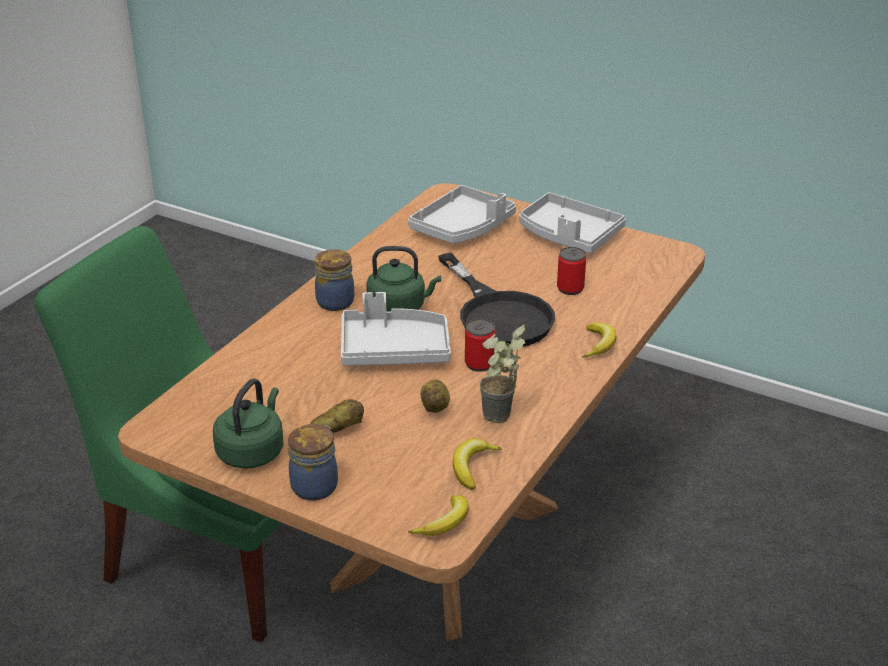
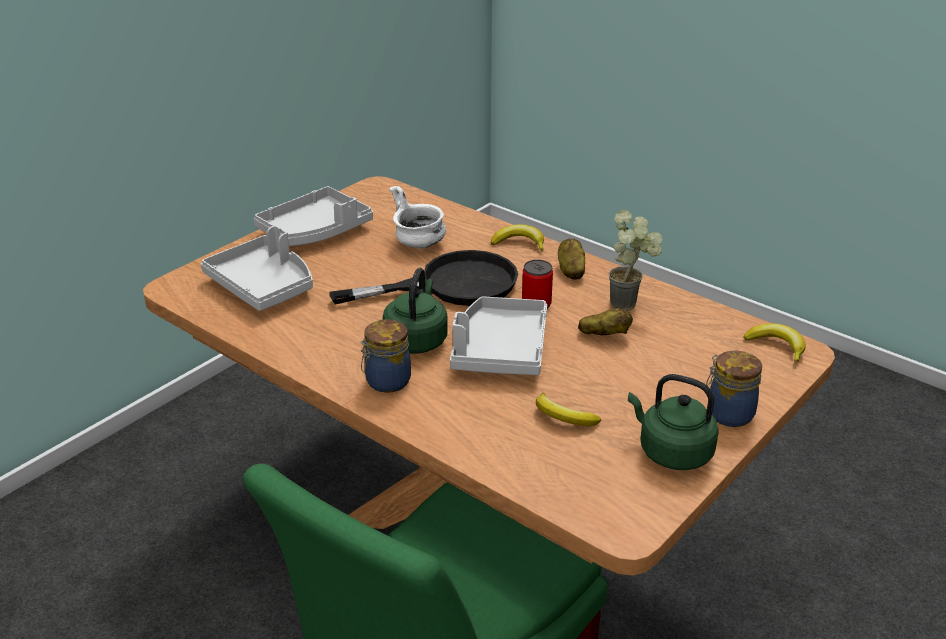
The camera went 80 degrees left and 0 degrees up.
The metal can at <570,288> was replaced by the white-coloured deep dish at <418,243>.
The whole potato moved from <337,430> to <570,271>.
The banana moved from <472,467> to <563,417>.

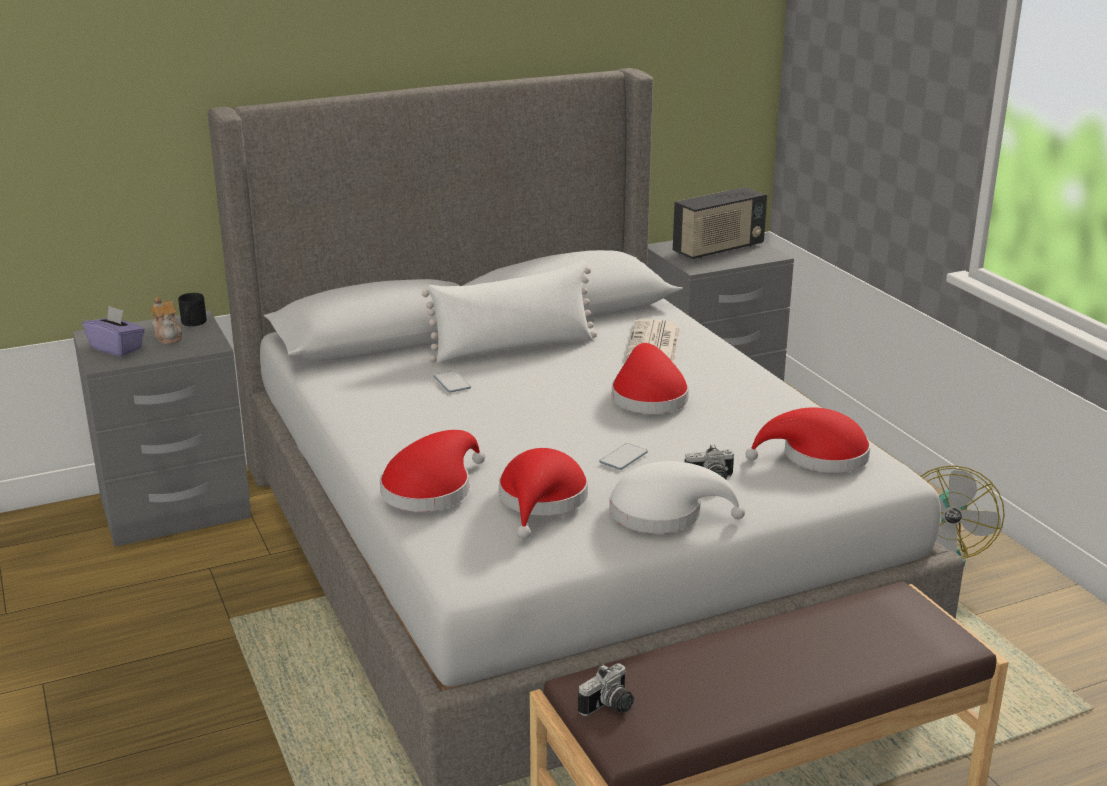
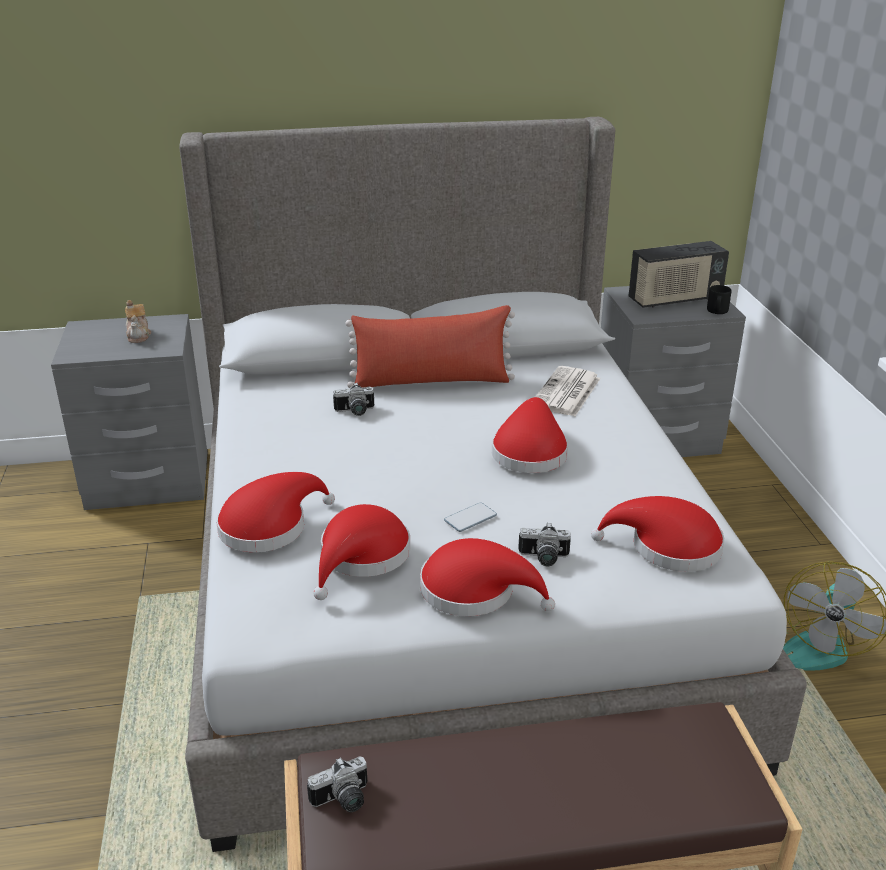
The camera went 15 degrees right and 5 degrees up.
The white-coloured throw pillow at <513,348> became the reddish throw pillow at <431,381>.
The black tea mug moved from <193,323> to <717,311>.
The purple tissue box at <117,348> disappeared.
The telephone at <452,383> was replaced by the still camera at <355,412>.
The white-coloured wearable hat at <663,513> became the reddish wearable hat at <475,591>.

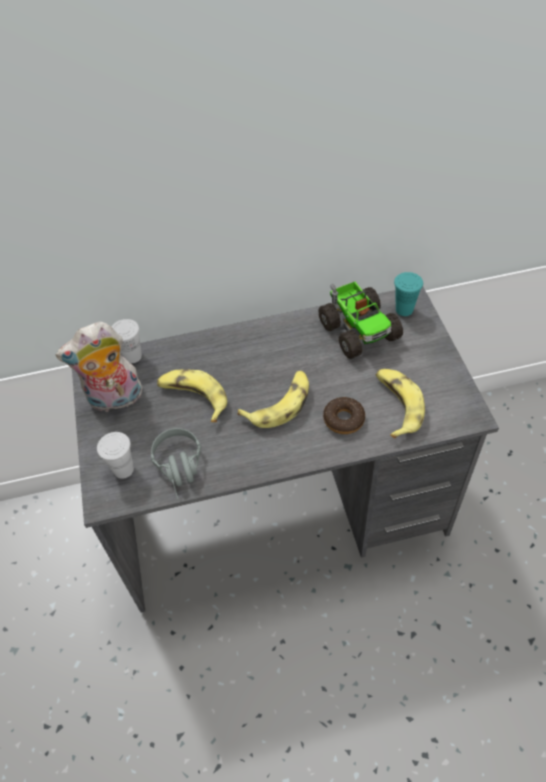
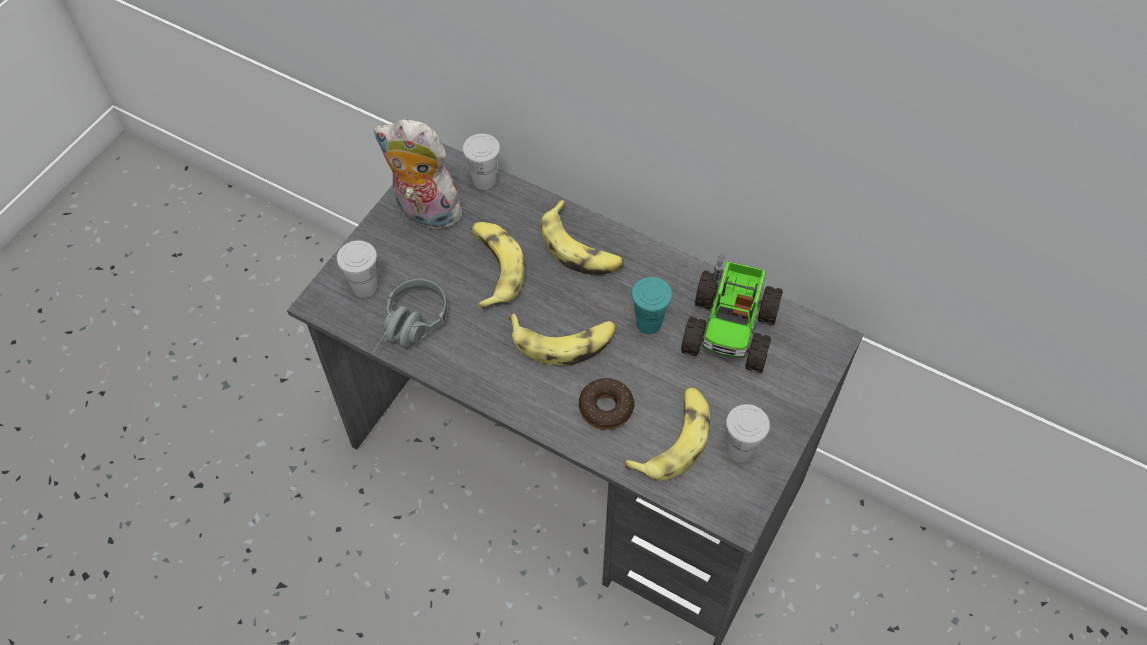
The camera went 40 degrees right and 5 degrees up.
The turquoise cup moved from <404,309> to <648,323>.
The banana at <581,248> appeared.
The white-coloured cup at <740,450> appeared.

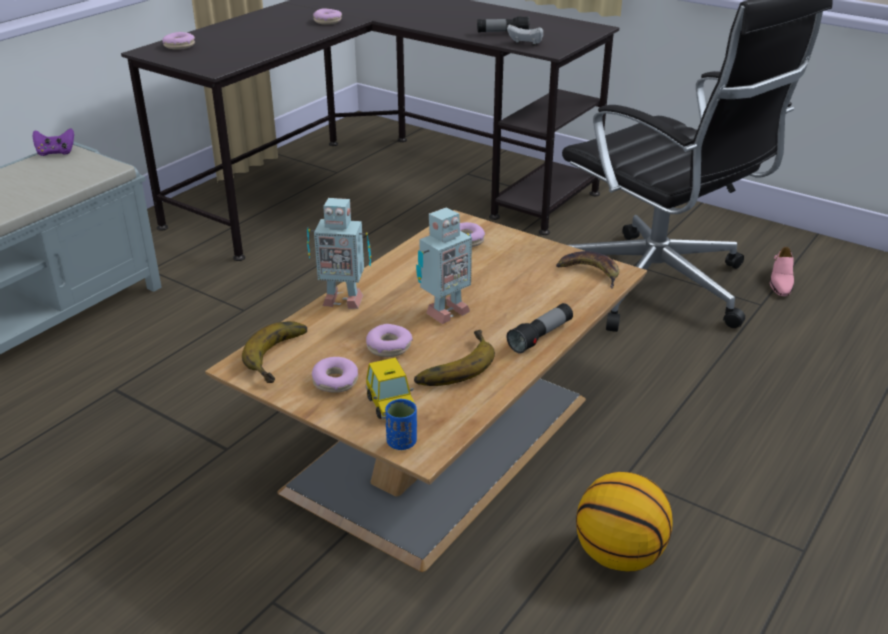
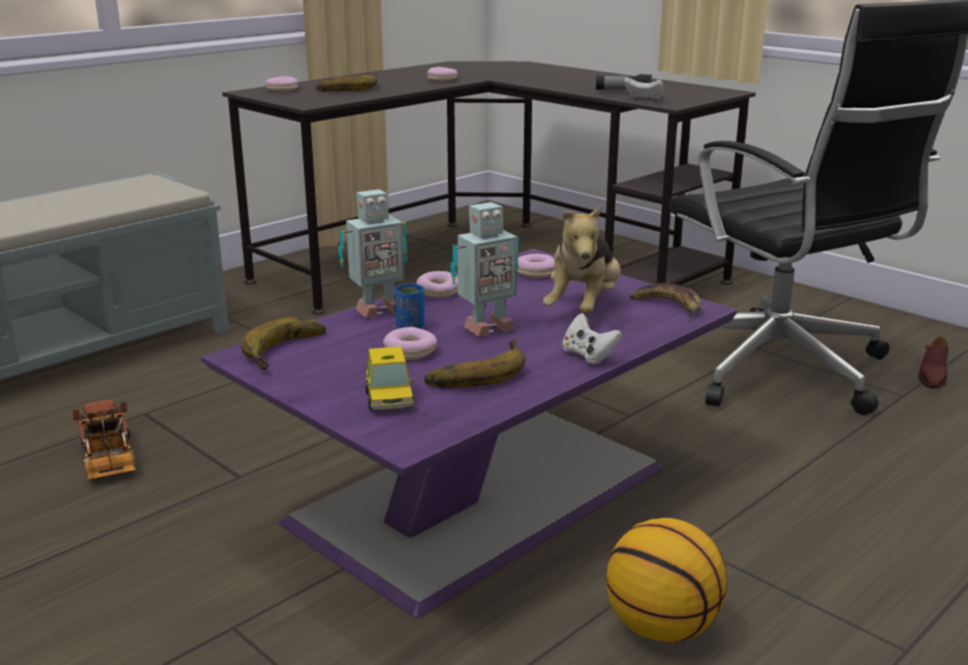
The camera went 10 degrees right and 10 degrees down.
The purple game controller at <56,153> disappeared.
The toy robot at <342,299> turned 45 degrees counterclockwise.
The brownish low table at <444,439> became the purple low table at <484,490>.
The pink low shoe at <780,282> became the brownish low shoe at <932,376>.
The hand torch at <540,336> was replaced by the white-coloured game controller at <588,356>.
The donut moved from <335,381> to <438,292>.
The bluish cup moved from <401,442> to <410,327>.
The banana at <348,88> appeared.
The soft toy at <584,307> appeared.
The toy truck at <109,463> appeared.

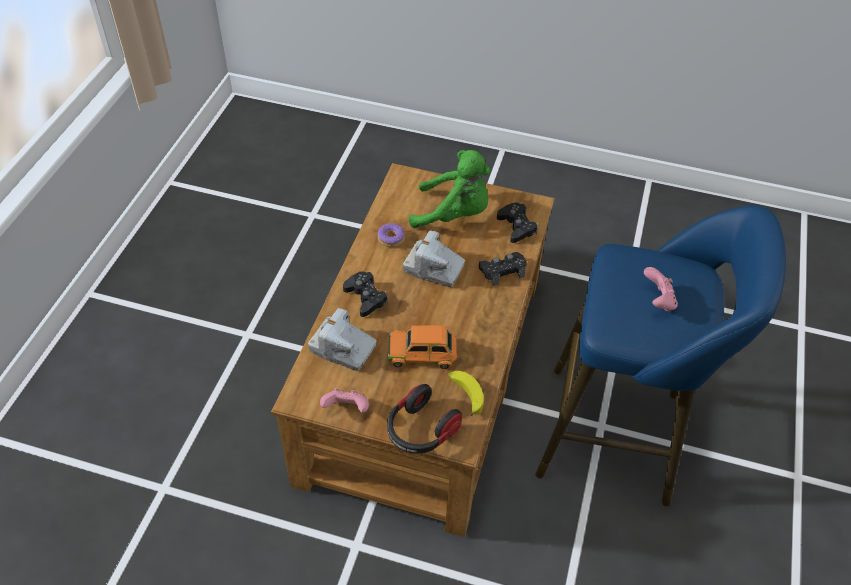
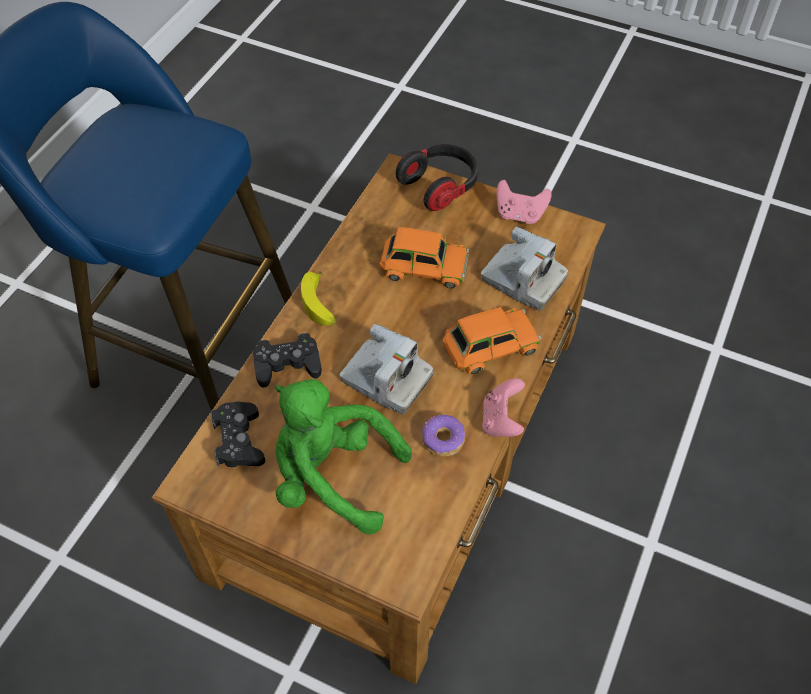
The camera went 170 degrees left and 5 degrees up.
The pink game controller moved from <658,300> to <501,420>.
The black game controller at <365,297> was replaced by the orange miniature car at <489,345>.
The banana moved from <465,395> to <320,305>.

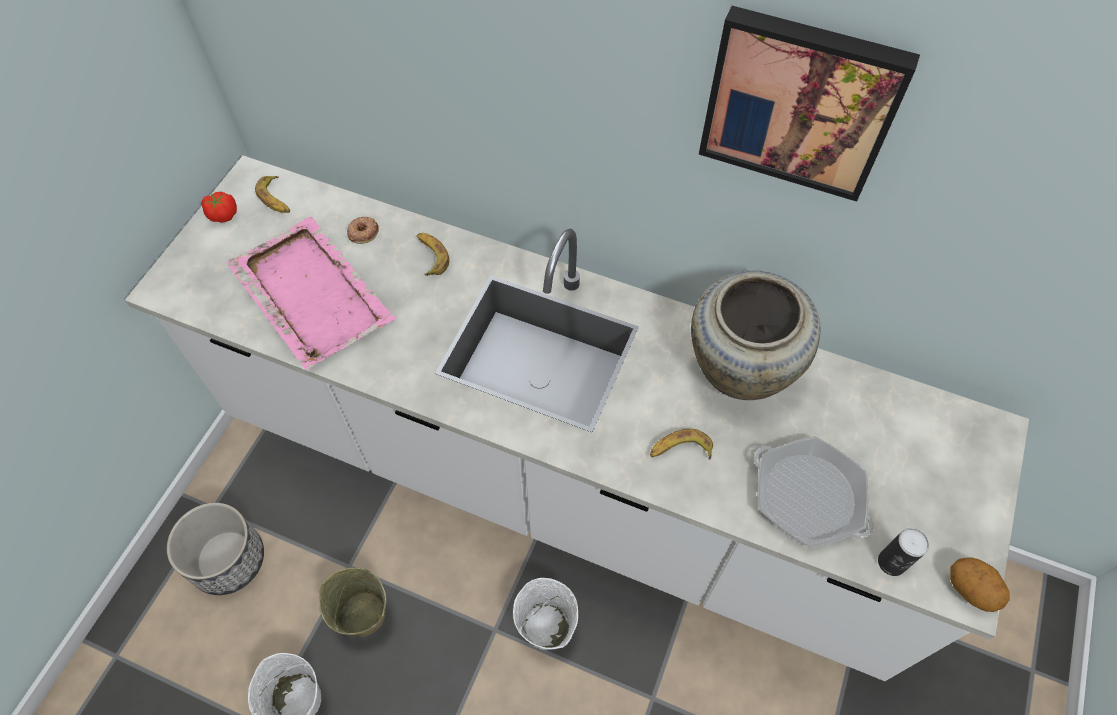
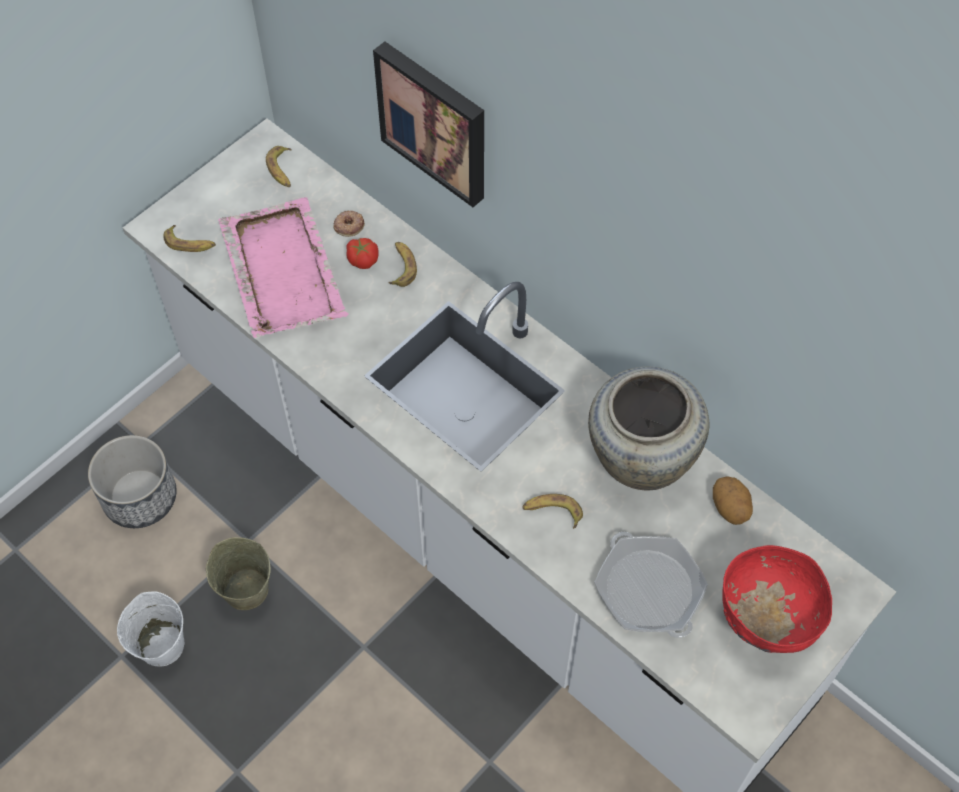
The camera went 20 degrees right and 0 degrees up.
The picture moved from <800,102> to <435,121>.
The tomato moved from <223,214> to <363,259>.
The metal can at <891,562> disappeared.
The whole potato moved from <971,589> to <730,508>.
The white-coloured water bucket at <546,627> disappeared.
The banana at <190,243> appeared.
The reddish deep dish at <763,623> appeared.

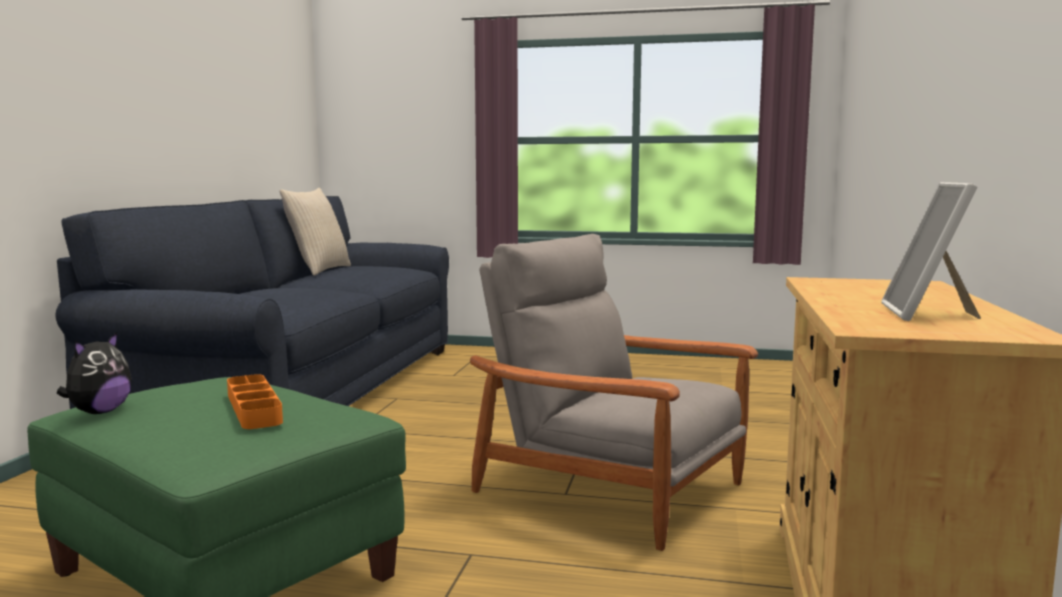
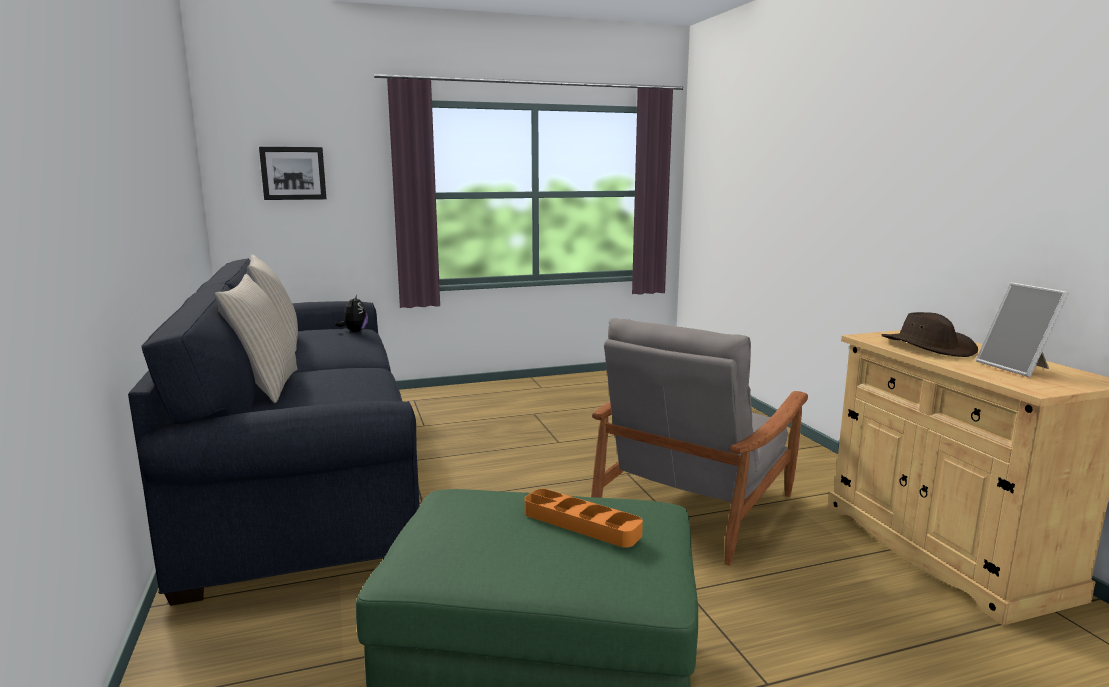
The camera went 30 degrees left and 5 degrees up.
The gray lounge chair at <611,488> turned 60 degrees counterclockwise.
The soft toy moved from <99,412> to <354,331>.
The picture at <293,173> appeared.
The beige throw pillow at <265,387> appeared.
The brownish wearable hat at <928,347> appeared.

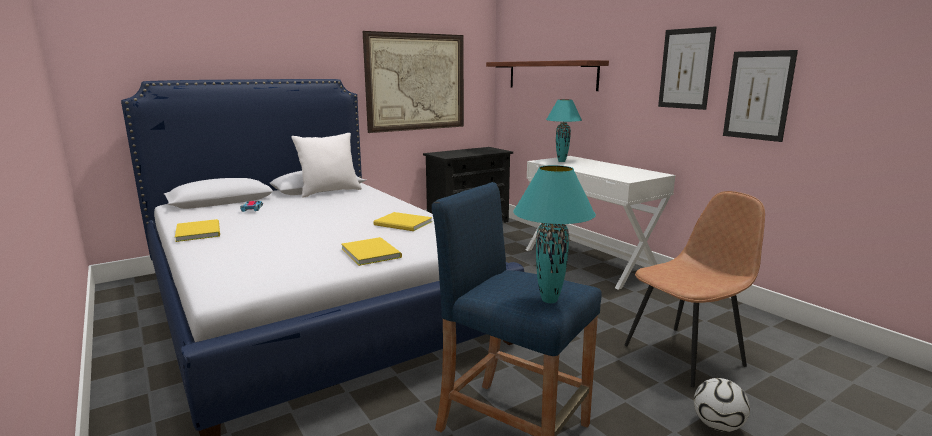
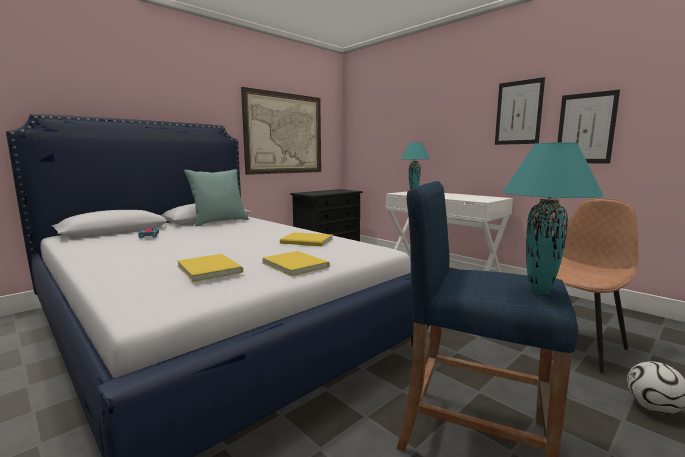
The camera went 10 degrees left and 5 degrees down.
The shelf at <551,75> disappeared.
The white-coloured throw pillow at <329,192> became the turquoise throw pillow at <219,222>.
The yellowish volume moved from <200,231> to <210,268>.

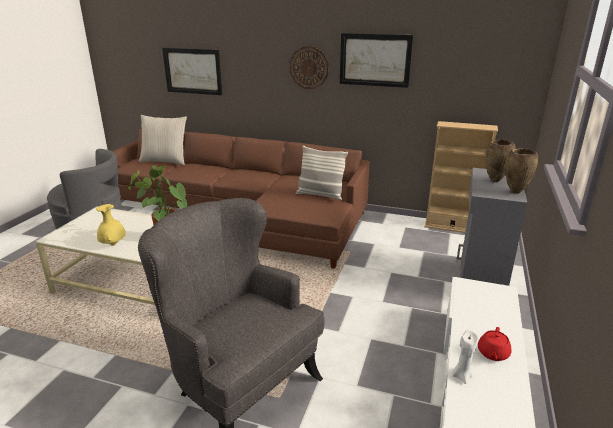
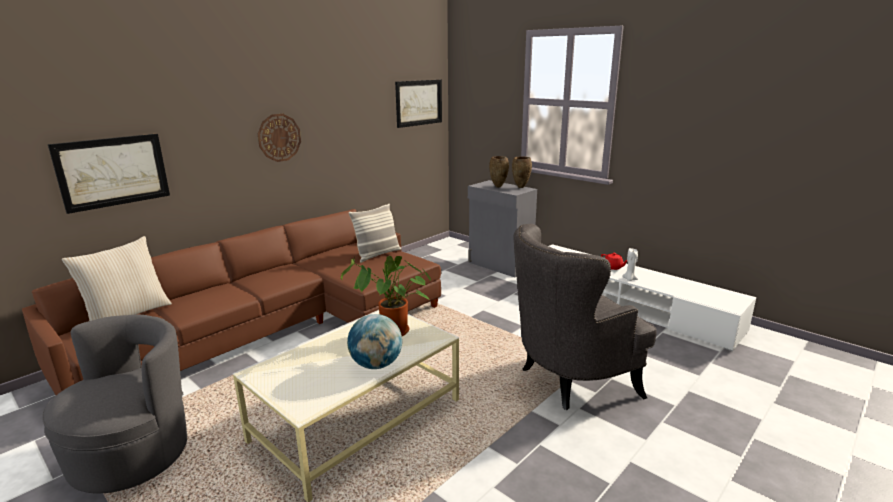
The camera went 65 degrees left and 5 degrees down.
The picture moved from <375,60> to <419,102>.
The beige bookshelf at <451,227> disappeared.
The yellowish flower vase at <113,244> was replaced by the desk globe at <376,365>.

